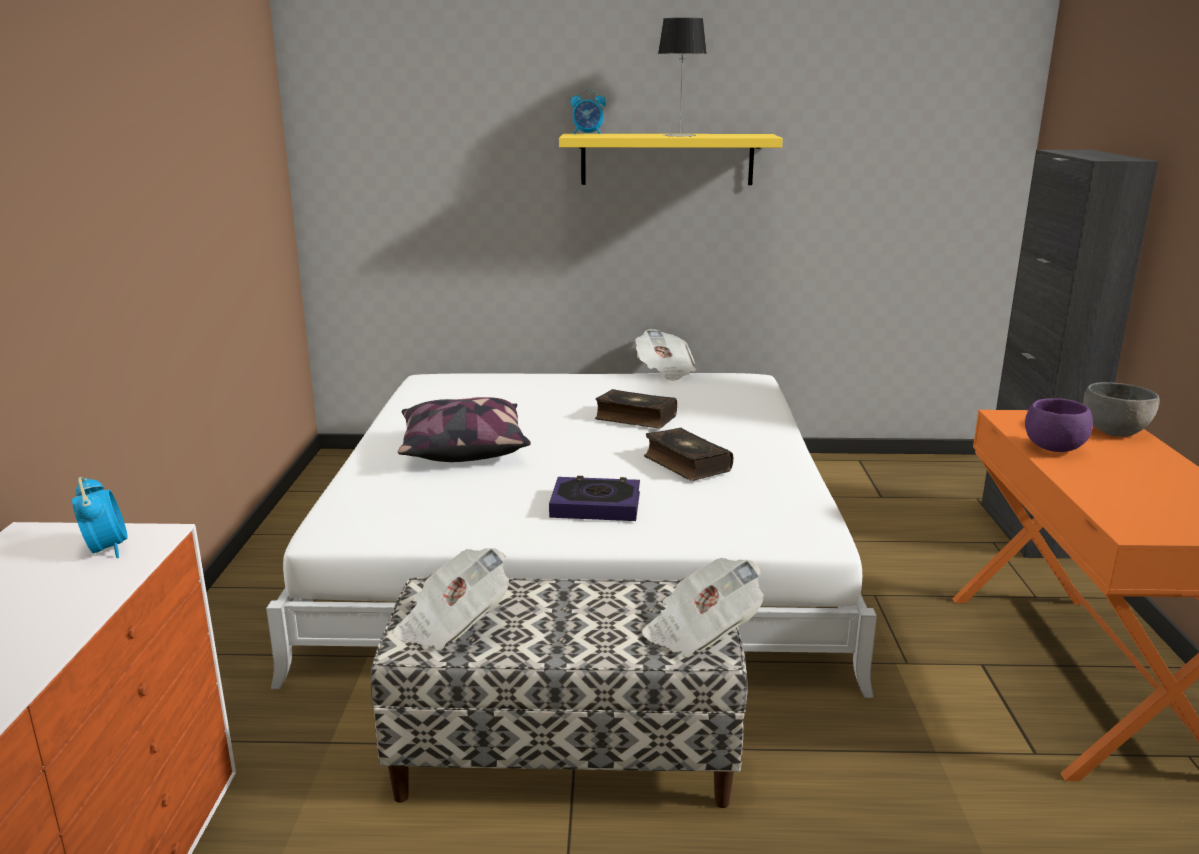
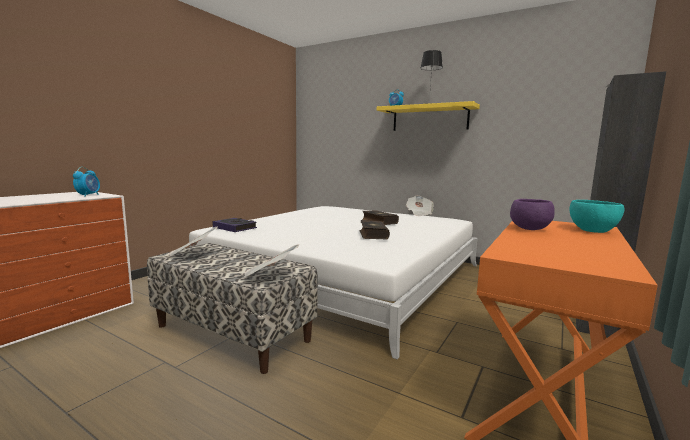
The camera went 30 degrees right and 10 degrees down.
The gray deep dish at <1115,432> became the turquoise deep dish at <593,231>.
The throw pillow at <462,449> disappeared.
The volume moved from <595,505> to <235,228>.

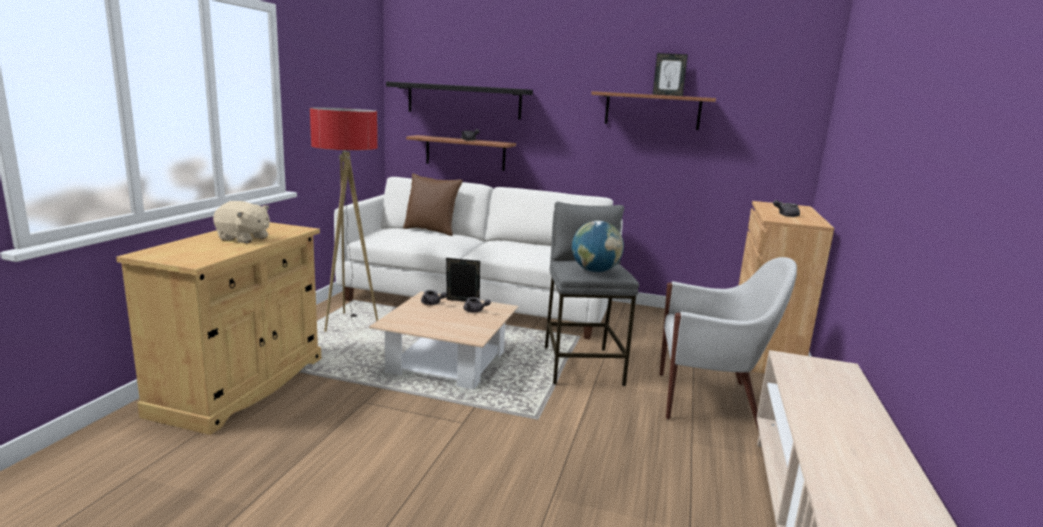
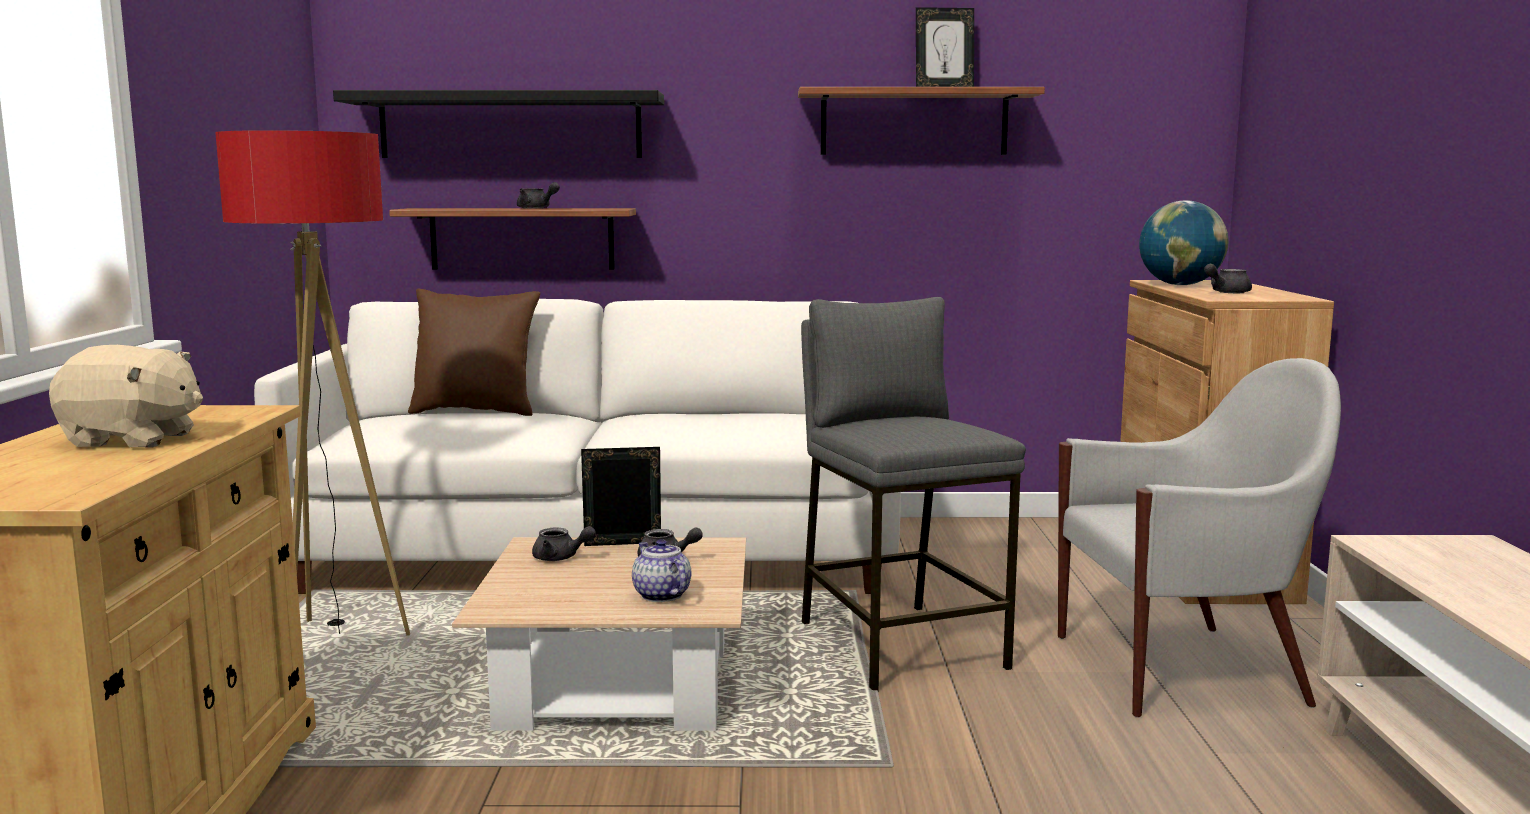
The camera went 15 degrees left and 5 degrees down.
The desk globe moved from <595,271> to <1180,285>.
The tea pot at <660,595> appeared.

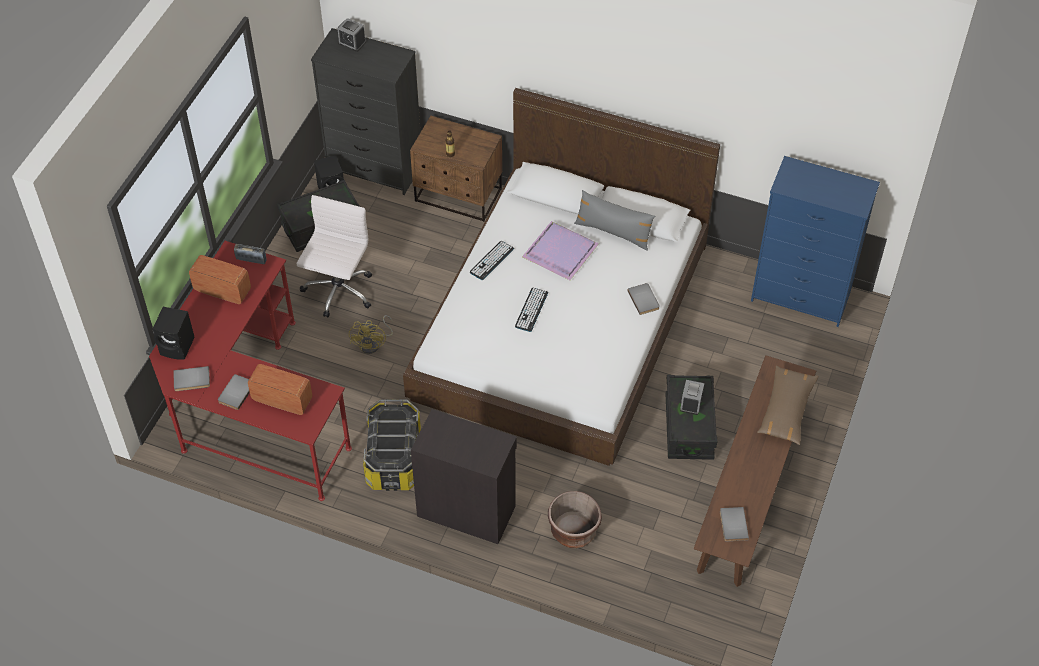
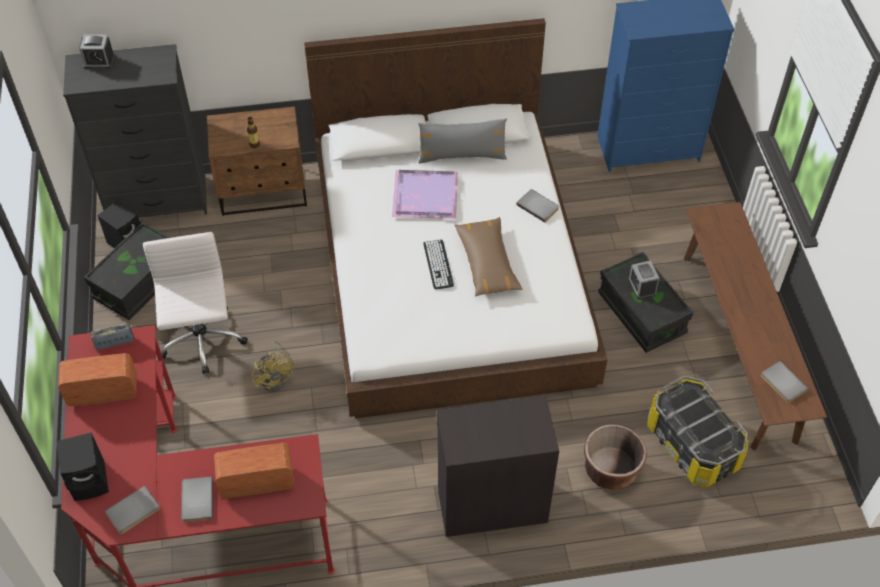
The camera went 30 degrees left and 0 degrees up.
The PC keyboard at <492,260> disappeared.
The brownish throw pillow moved from <786,410> to <487,263>.
The storage bin moved from <393,458> to <692,445>.

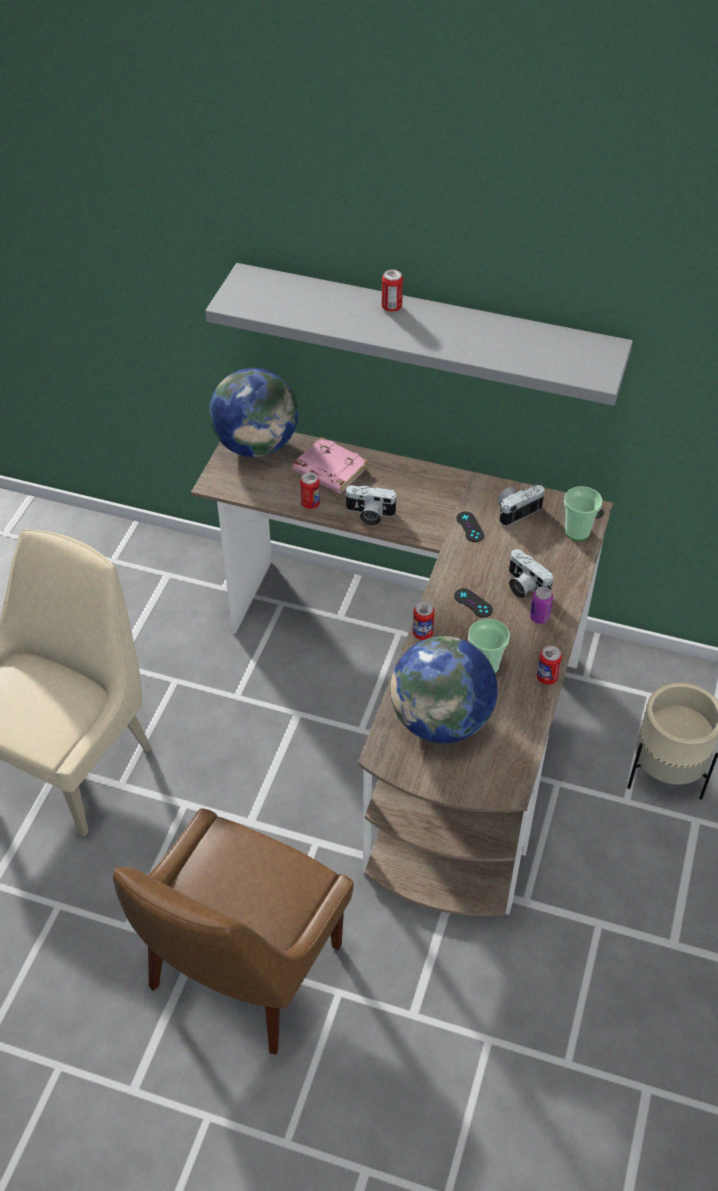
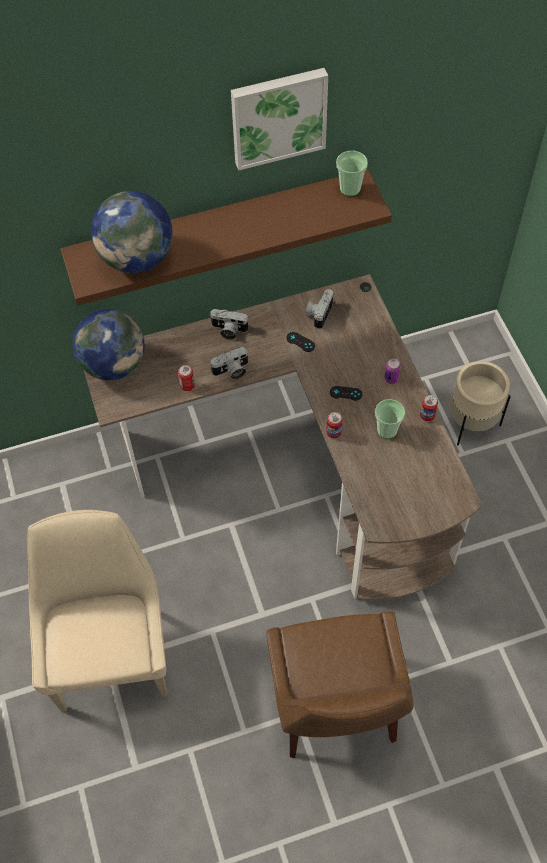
The camera went 35 degrees left and 10 degrees up.
The gray shelf at <427,331> became the brownish shelf at <219,227>.
The metal can at <391,307> disappeared.
The pink volume at <329,470> disappeared.
The cup moved from <577,531> to <350,189>.
The still camera moved from <524,586> to <228,330>.
The desk globe moved from <441,720> to <137,258>.
The picture at <278,116> appeared.

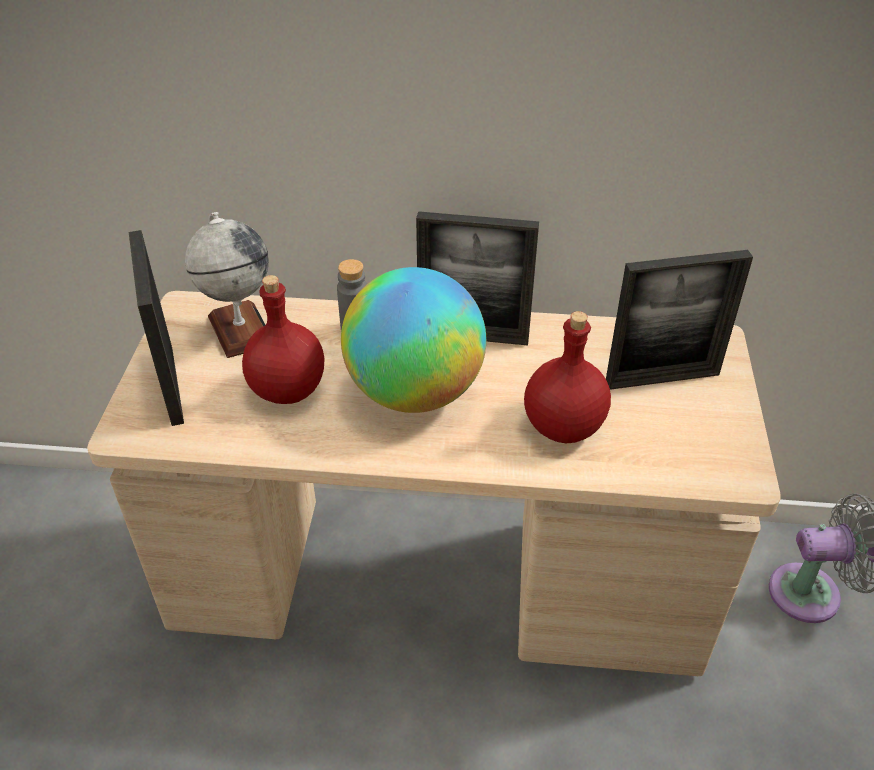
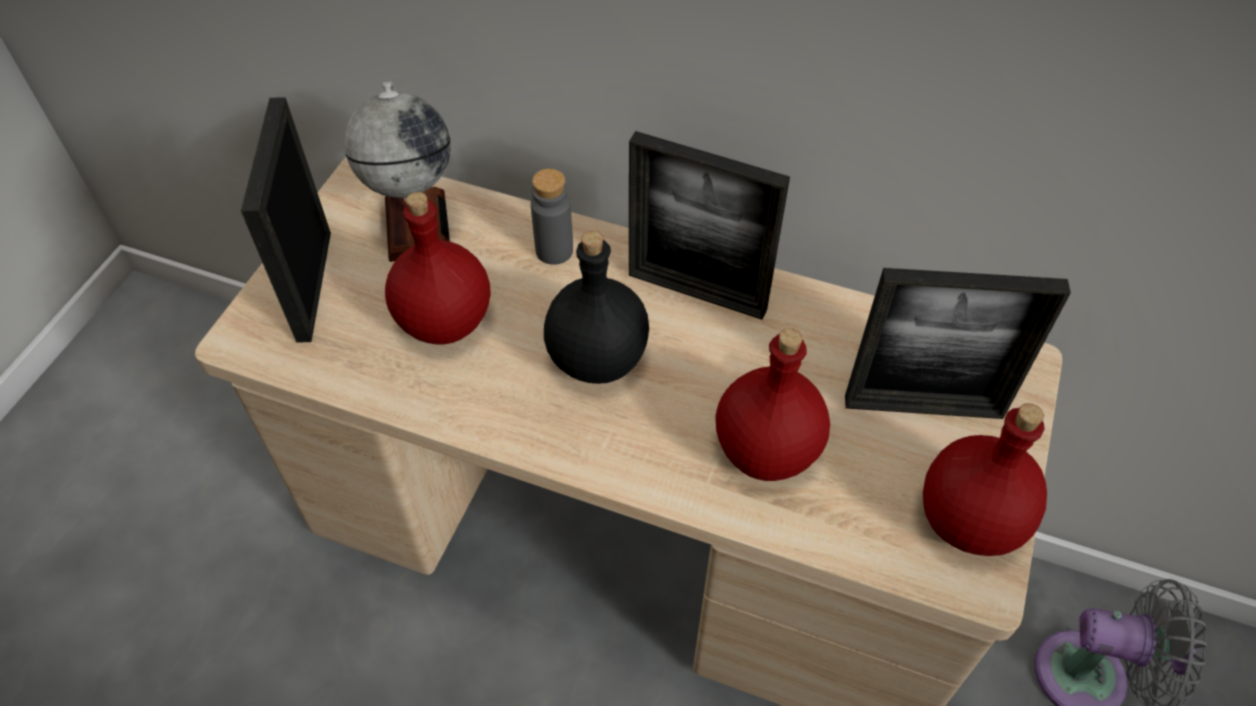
The camera went 15 degrees right and 10 degrees up.
The desk globe at <414,392> was replaced by the black drink bottle at <596,358>.
The reddish drink bottle at <970,522> appeared.

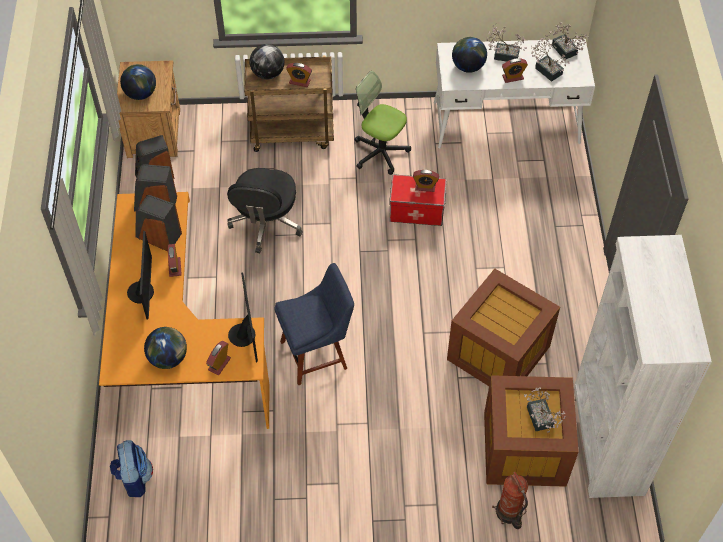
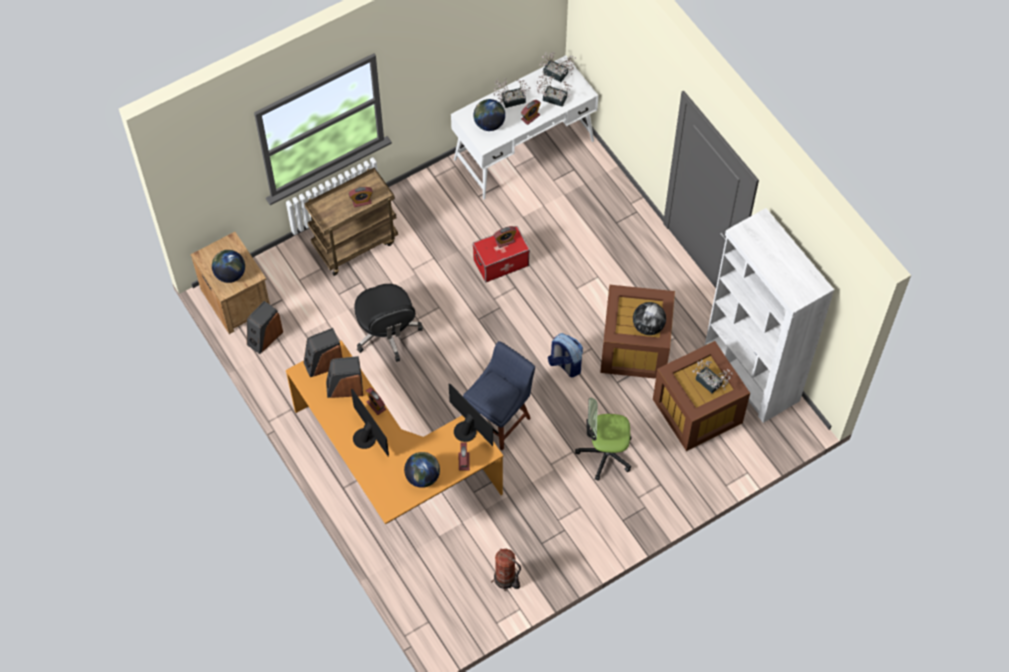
The camera went 30 degrees left and 5 degrees up.
The desk globe moved from <268,73> to <648,326>.
The office chair moved from <380,152> to <605,453>.
The knapsack moved from <134,478> to <565,364>.
The extinguisher moved from <509,513> to <506,579>.

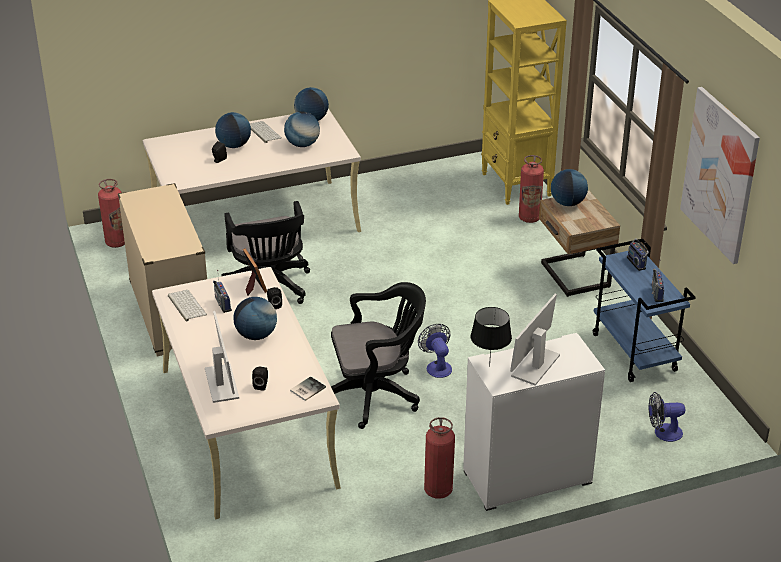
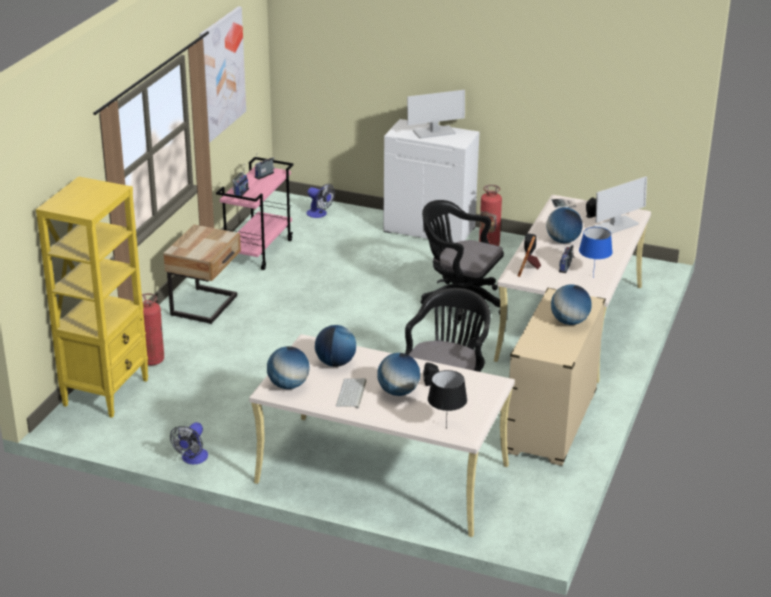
The camera went 140 degrees left and 5 degrees down.
The desk globe moved from <567,203> to <569,322>.
The extinguisher at <116,242> disappeared.
The bluish trolley at <635,353> became the pink trolley at <258,250>.
The PC keyboard at <186,305> was replaced by the bluish tabletop lamp at <593,277>.
The black tabletop lamp moved from <490,366> to <445,428>.
The monitor at <222,384> turned 150 degrees counterclockwise.
The electric fan moved from <437,366> to <192,459>.

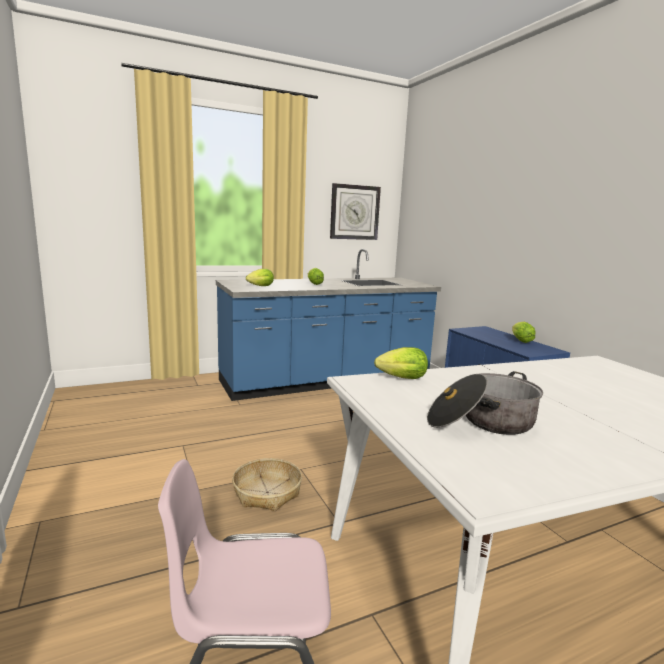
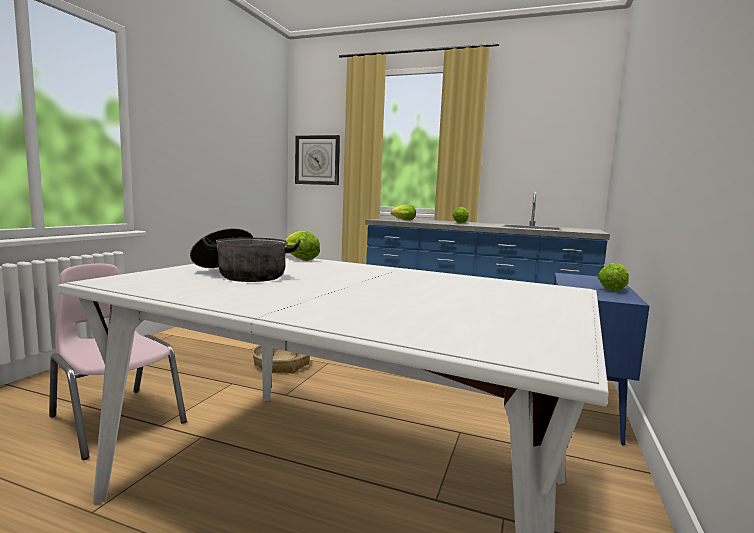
The camera went 45 degrees right and 5 degrees down.
The clock on the wall moved from <354,212> to <317,160>.

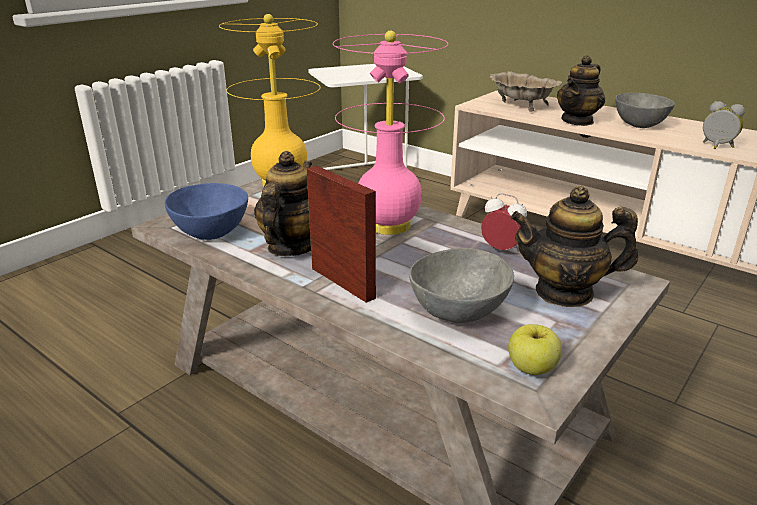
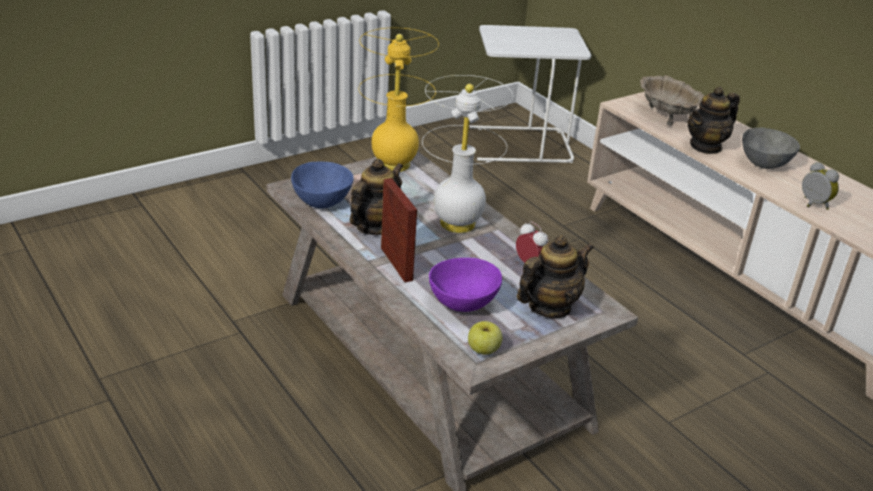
The camera went 15 degrees right and 5 degrees up.
The pink tabletop lamp at <389,225> became the white-coloured tabletop lamp at <458,223>.
The tea pot at <564,292> turned 120 degrees clockwise.
The gray deep dish at <461,312> became the purple deep dish at <464,303>.

